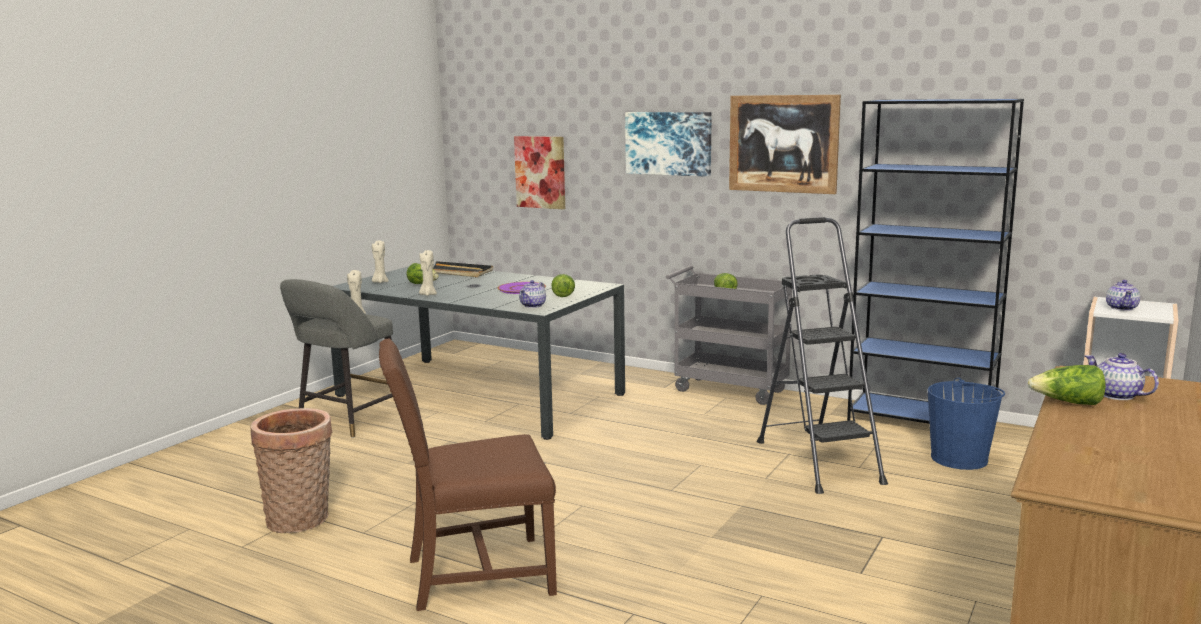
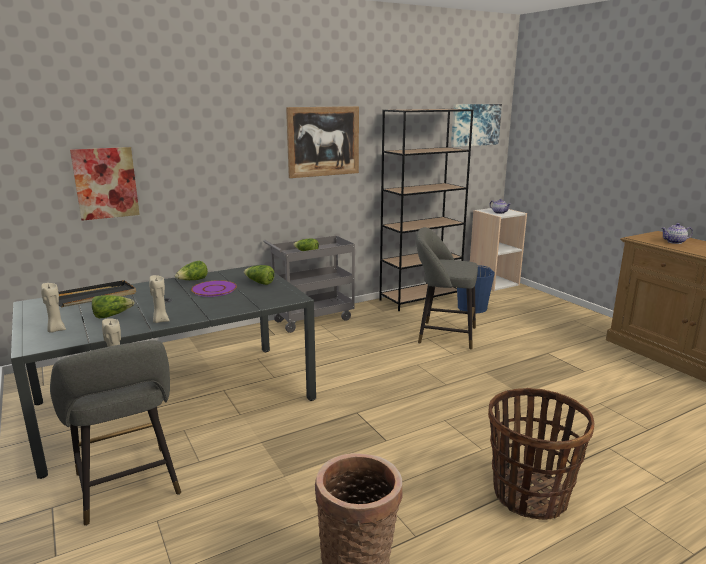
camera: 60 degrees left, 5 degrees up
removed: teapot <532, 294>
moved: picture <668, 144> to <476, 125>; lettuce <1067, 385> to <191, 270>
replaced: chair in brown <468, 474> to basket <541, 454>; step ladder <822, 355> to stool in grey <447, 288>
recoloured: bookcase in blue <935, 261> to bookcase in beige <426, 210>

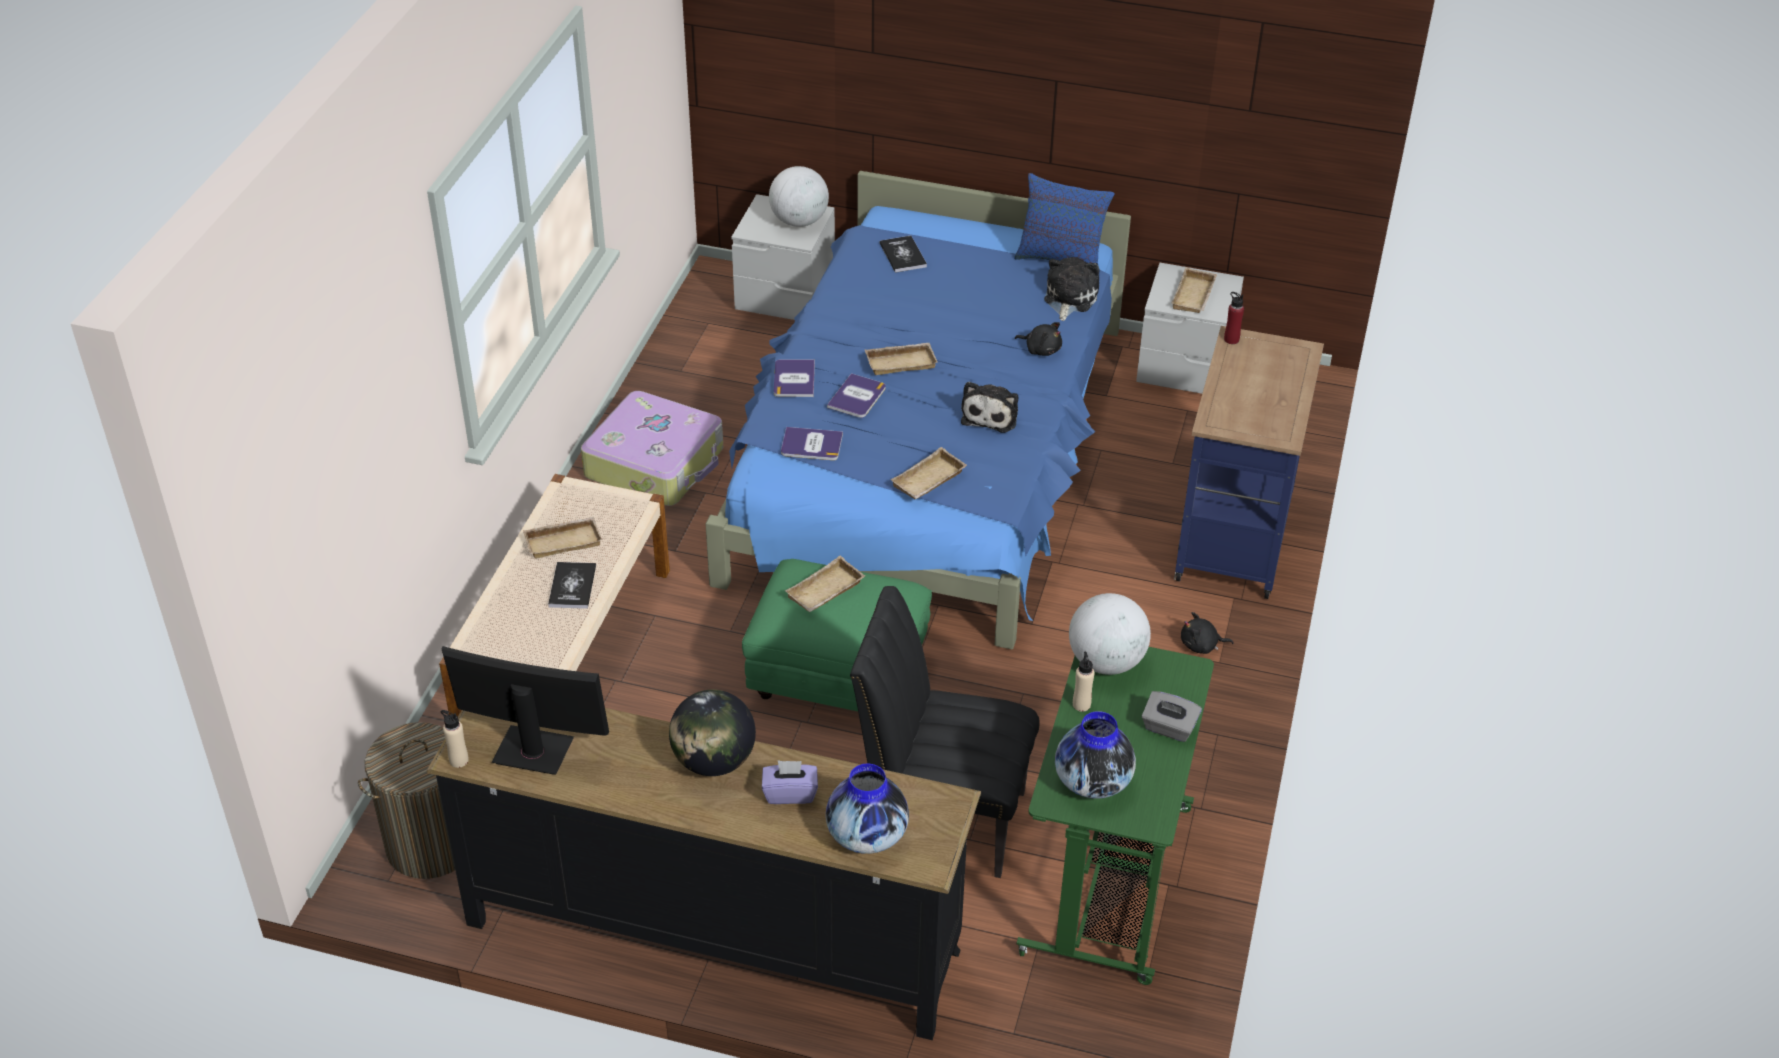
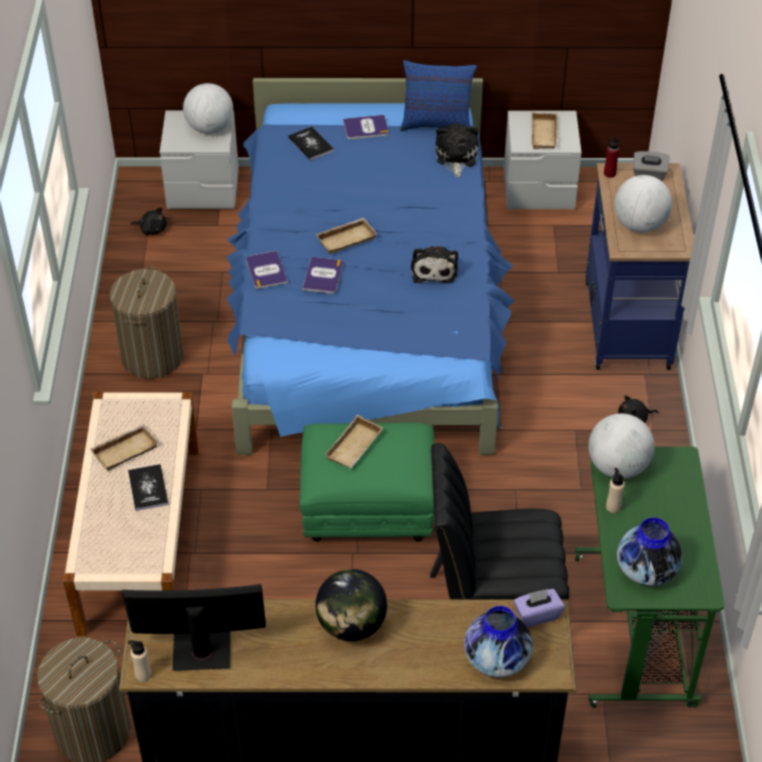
camera: 15 degrees left, 5 degrees up
removed: tray in beige <928, 473>
added: globe <643, 204>
moved: tissue box in purple <790, 782> to <539, 608>; book <812, 443> to <366, 127>; plush toy in black <1038, 339> to <149, 221>; tissue box in grey <1172, 716> to <651, 165>
replaced: suitcase <652, 448> to laundry basket <147, 322>

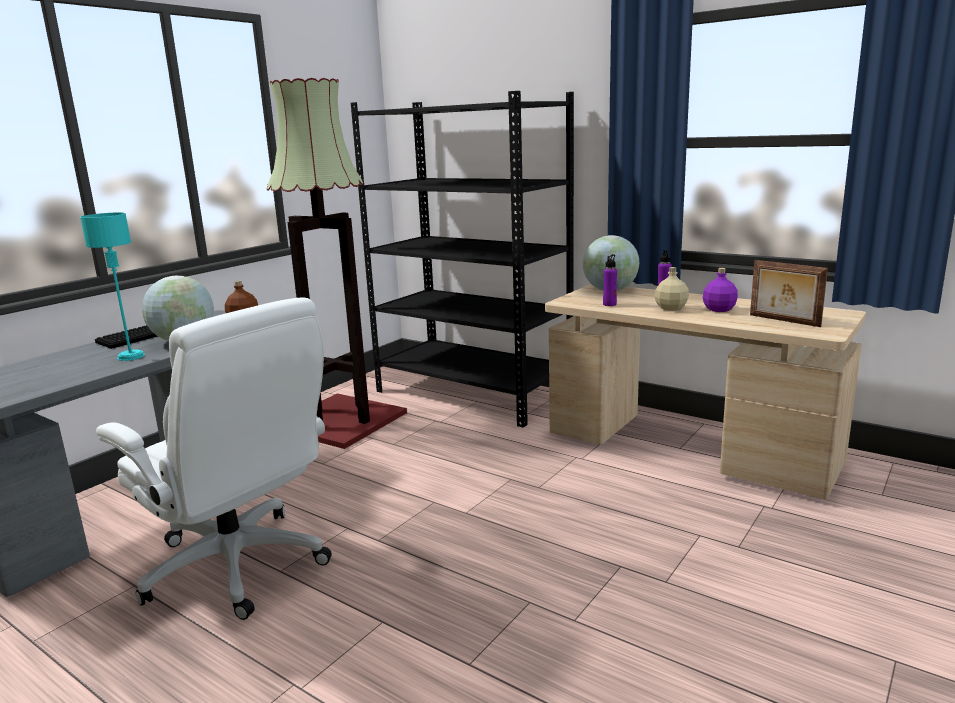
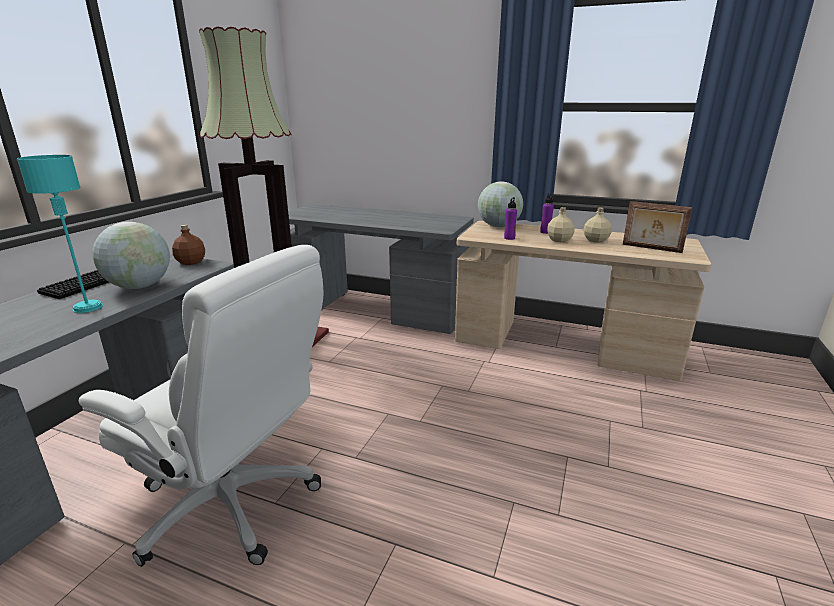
camera: 15 degrees left, 5 degrees up
replaced: bookcase in black <462, 259> to desk in grey <381, 269>
recoloured: bottle in purple <720, 290> to bottle in beige <597, 225>

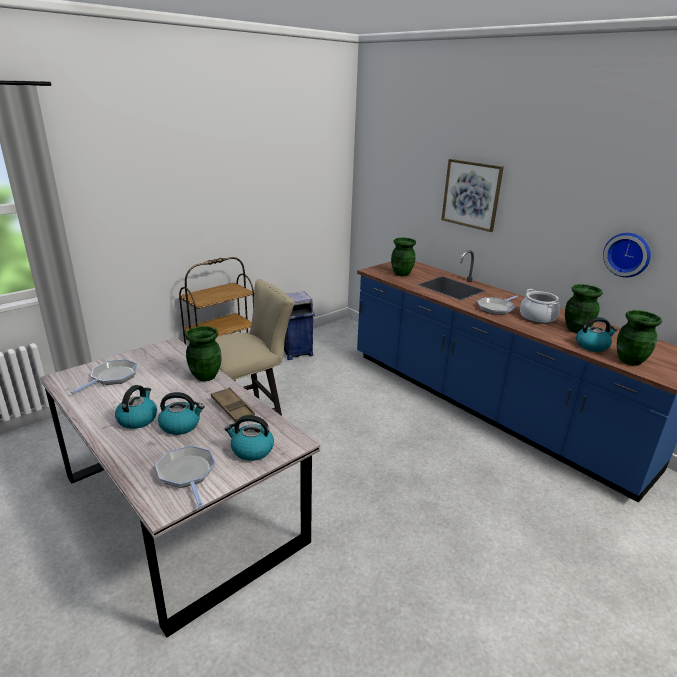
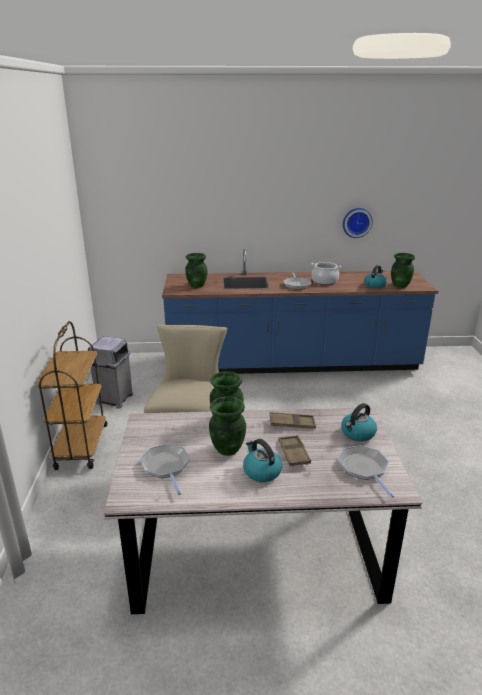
camera: 50 degrees left, 0 degrees up
removed: picture <472, 195>
moved: vase in green <584, 308> to <227, 426>
replaced: kettle <181, 413> to tray in brown <294, 450>
recoloured: trash can in blue <299, 326> to trash can in grey <110, 372>
turned: frying pan <186, 477> = <366, 471> 60 degrees clockwise

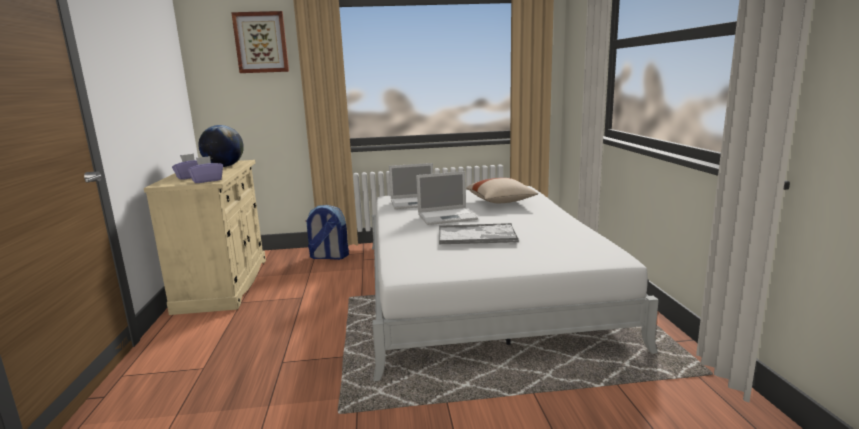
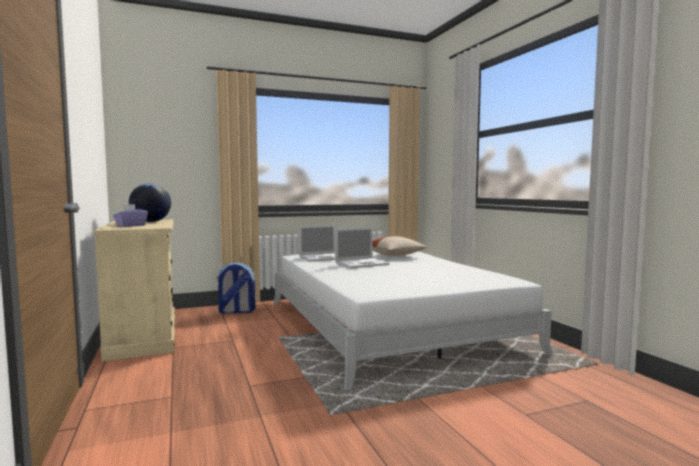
camera: 15 degrees left, 10 degrees down
removed: tissue box in purple <205, 169>; picture <260, 42>; tray <479, 234>

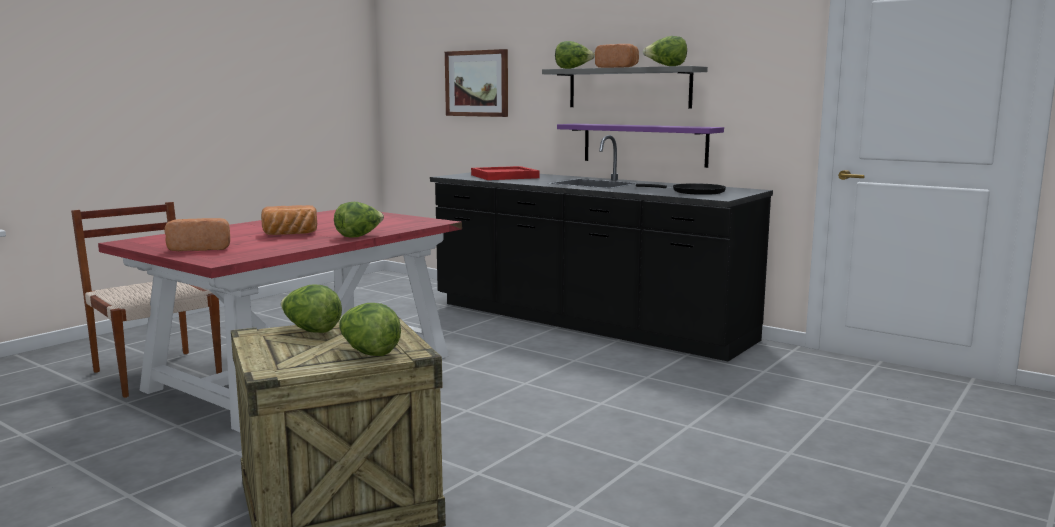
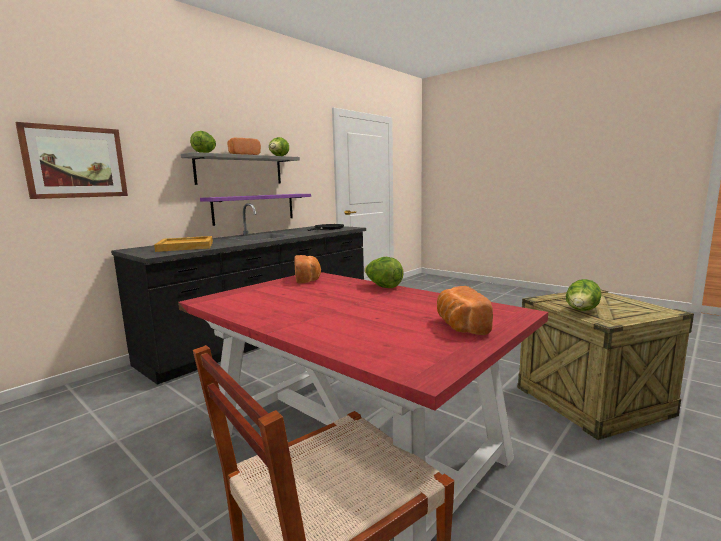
camera: 85 degrees left, 0 degrees up
removed: lettuce <370, 329>
moved: bread <289, 220> to <307, 269>
recoloured: tray in red <505, 173> to tray in beige <183, 244>

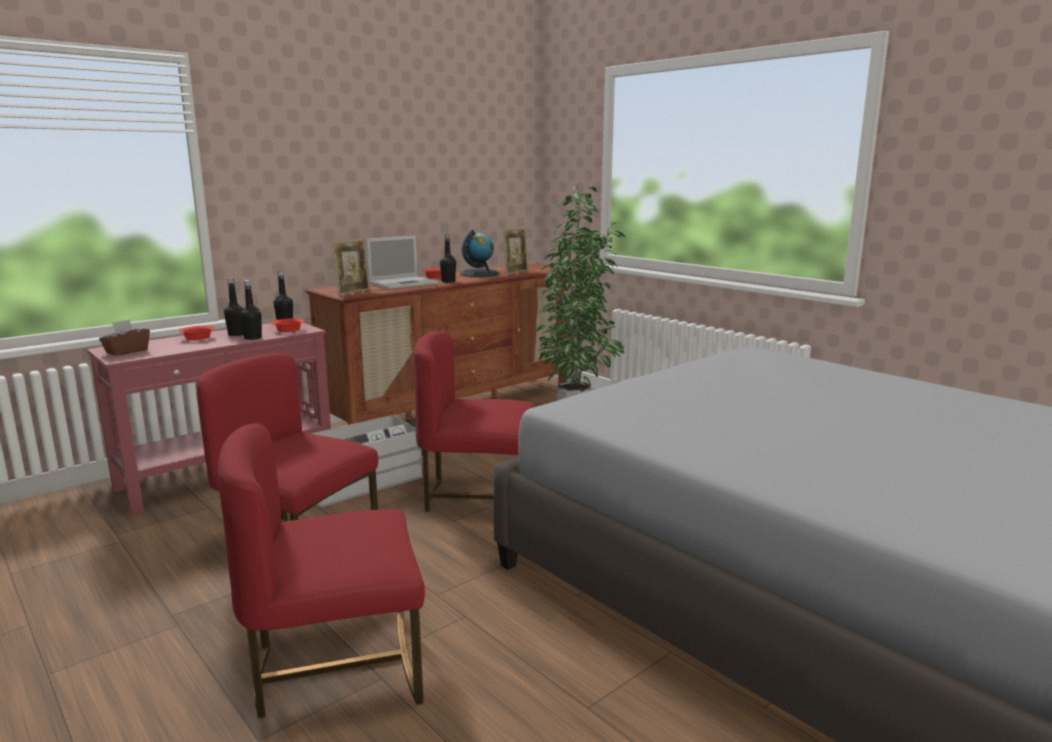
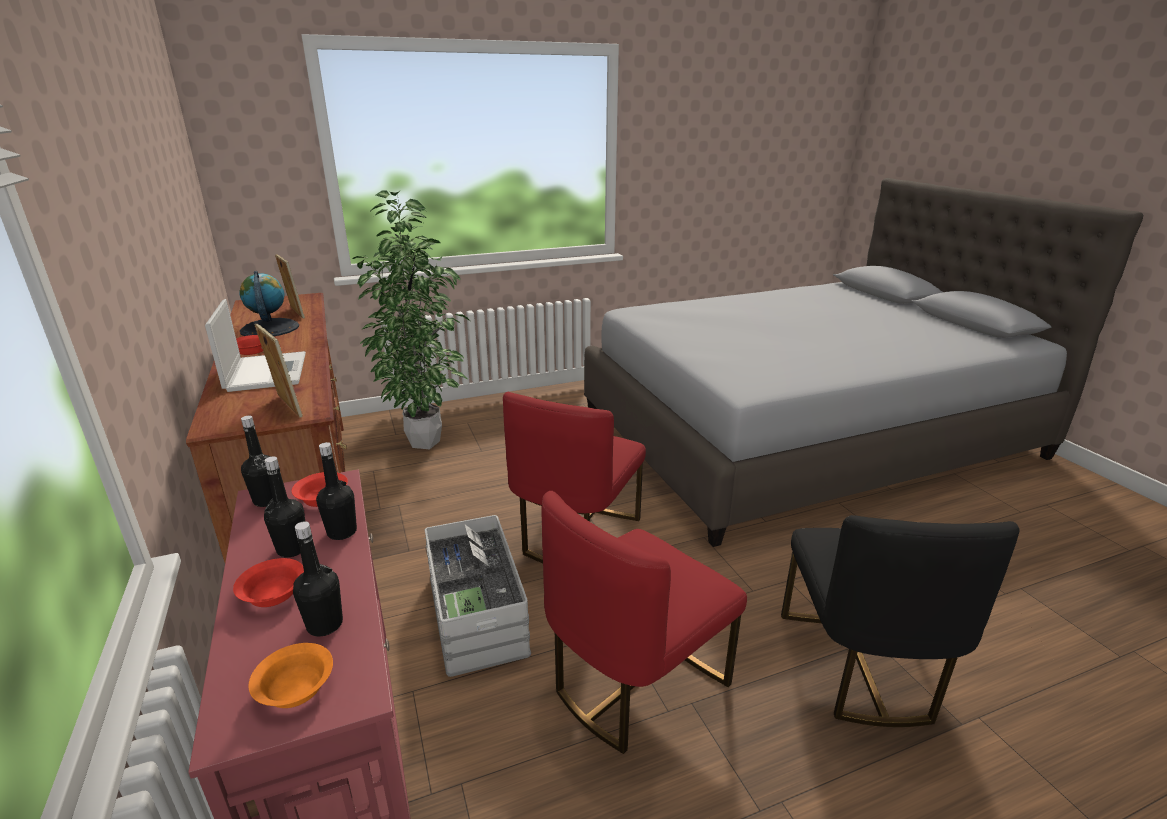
camera: 70 degrees left, 10 degrees up
moved: bottle in black <448, 258> to <318, 579>
replaced: tissue box in brown <124, 337> to bowl in orange <291, 675>
recoloured: chair in red <321, 571> to chair in black <900, 621>

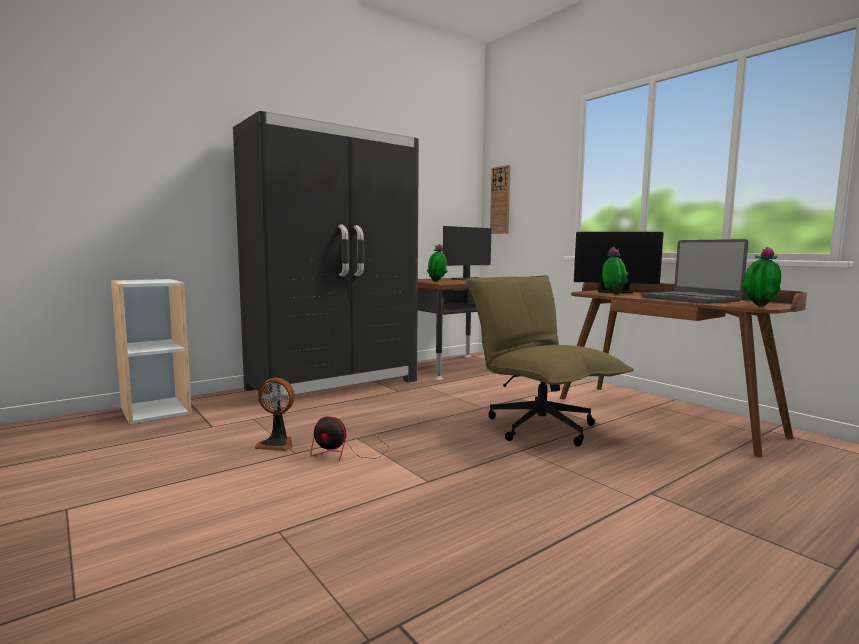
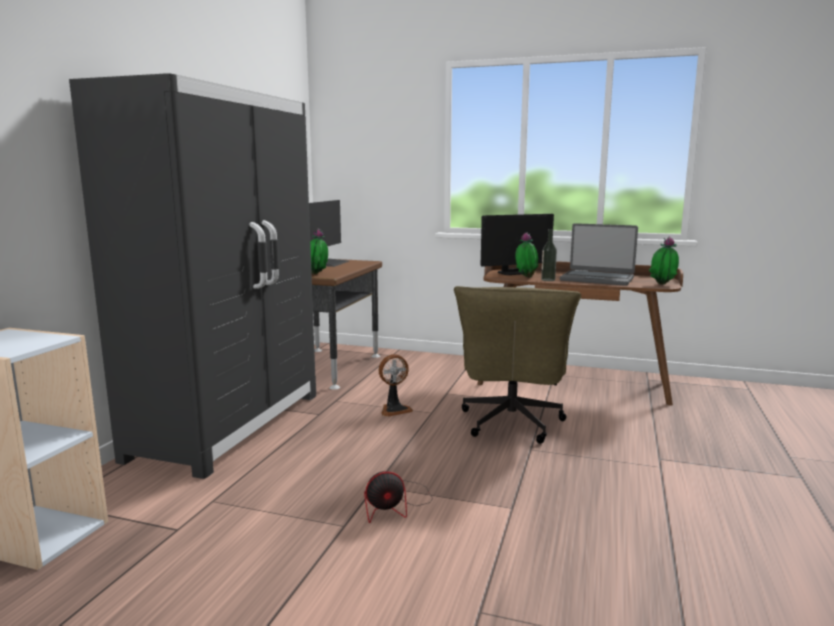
camera: 35 degrees left, 5 degrees up
removed: wall clock <500, 199>
added: bottle <549, 255>
moved: fan <274, 414> to <396, 385>
turned: office chair in beige <550, 360> = <517, 365> 105 degrees counterclockwise

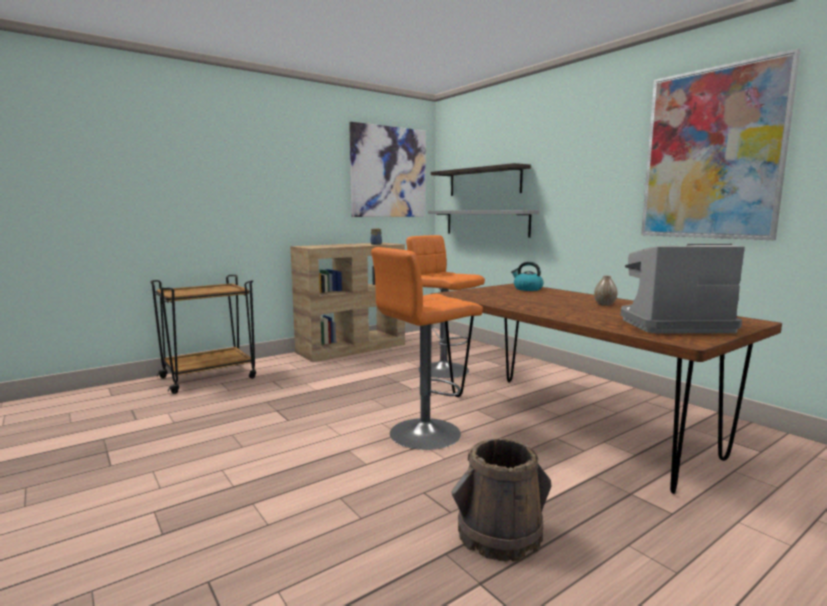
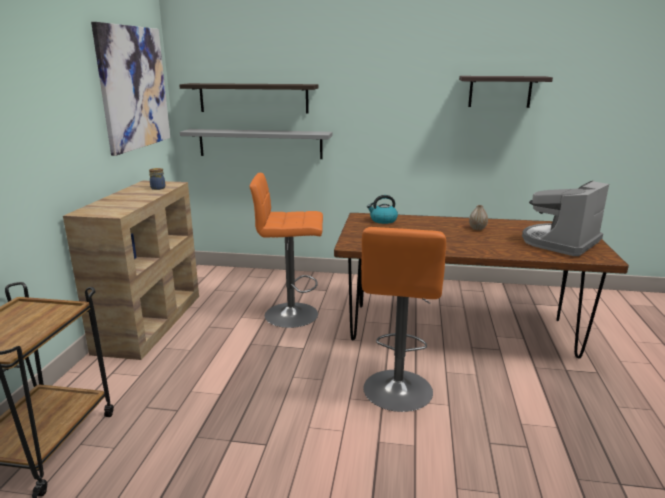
camera: 45 degrees left, 10 degrees up
removed: bucket in brown <501, 500>
replaced: picture <721, 144> to shelf <506, 92>

